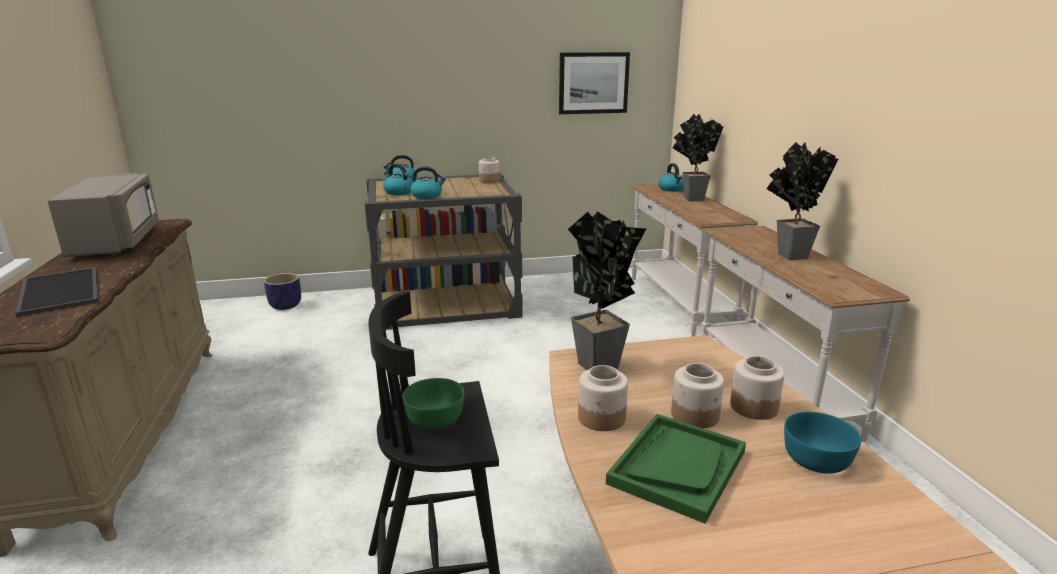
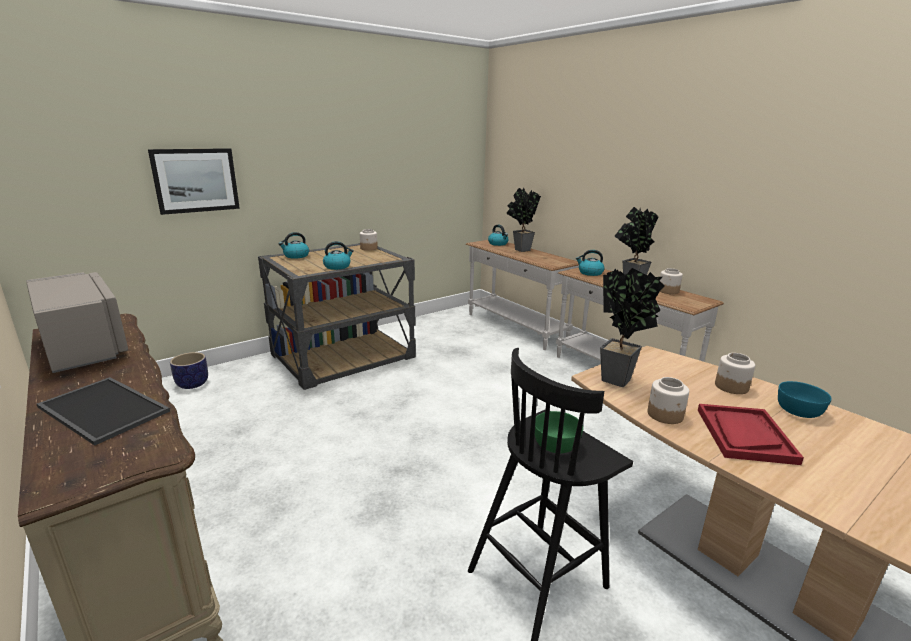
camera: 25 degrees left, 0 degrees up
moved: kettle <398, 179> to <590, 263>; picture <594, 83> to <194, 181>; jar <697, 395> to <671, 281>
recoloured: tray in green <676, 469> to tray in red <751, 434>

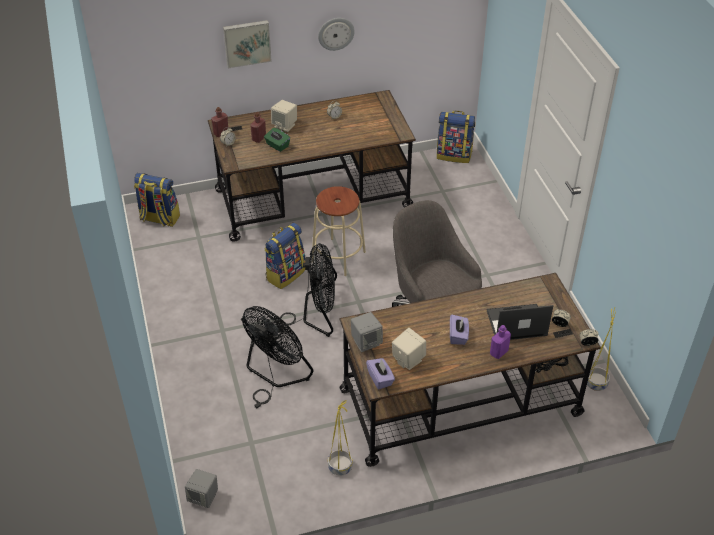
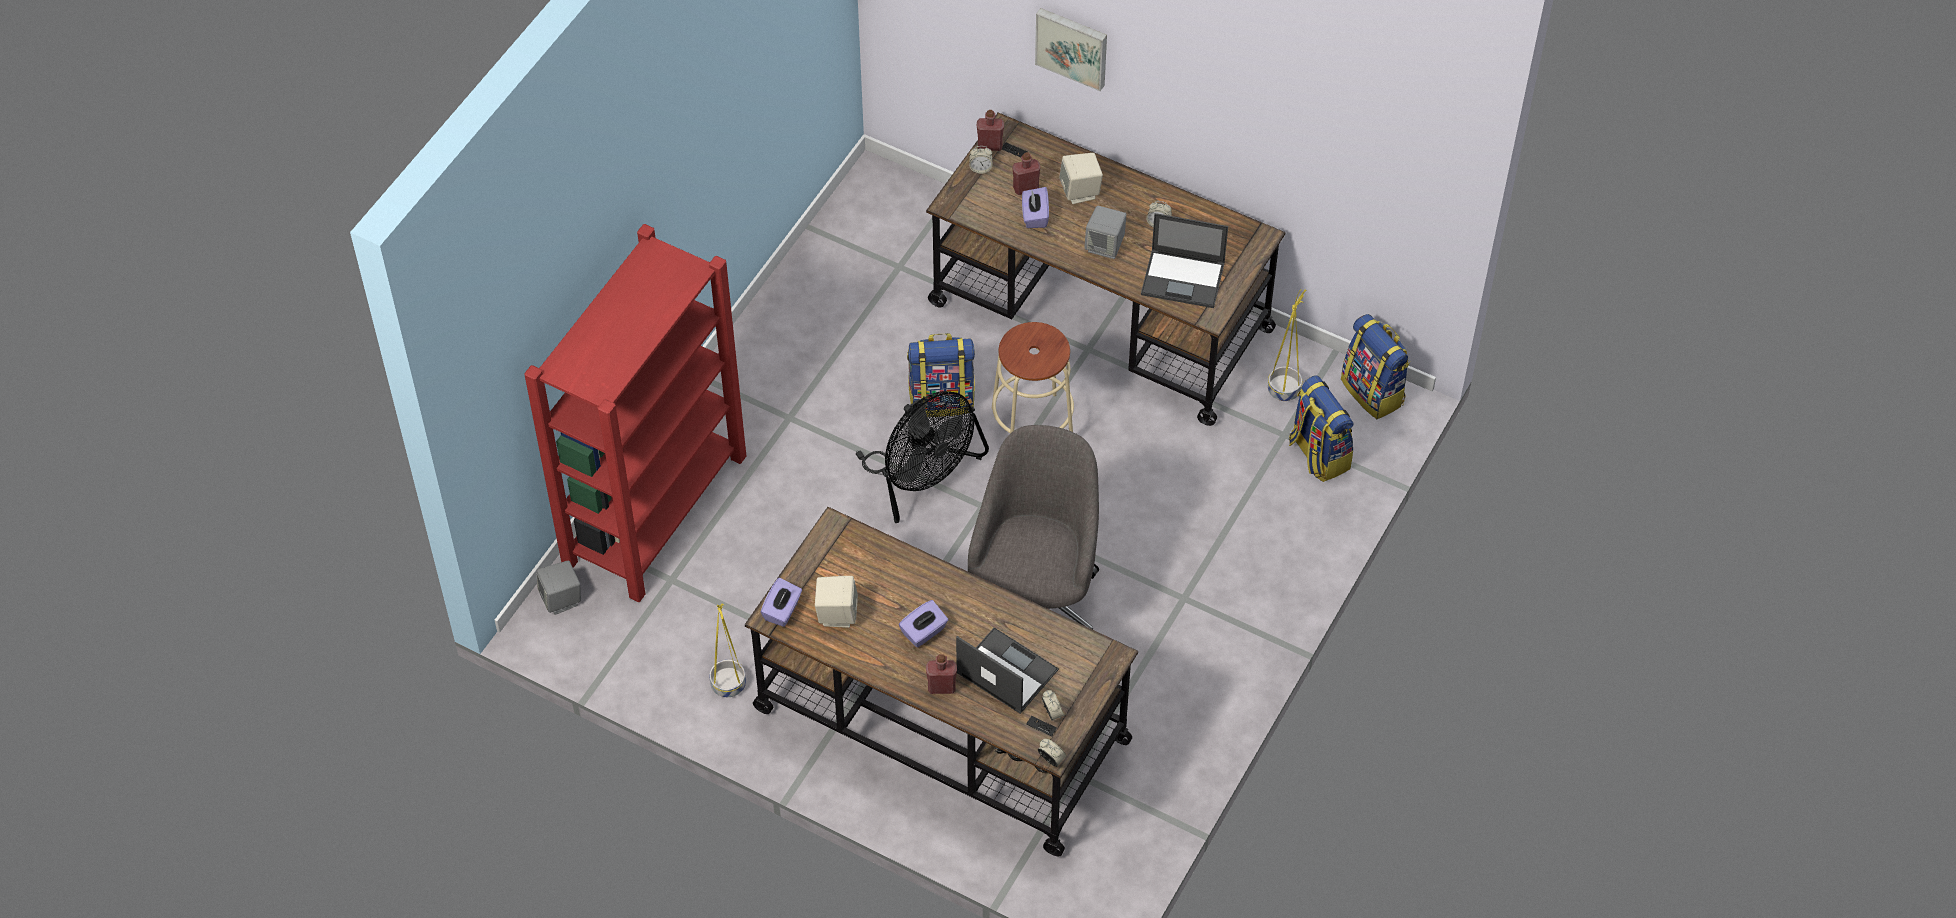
camera: 45 degrees right, 10 degrees up
removed: fan in black <277, 357>; wall clock <336, 34>
added: bookcase in red <635, 413>; laptop <1184, 260>
moved: backpack <157, 200> to <1321, 428>; speaker in grey <367, 332> to <1105, 232>; planter in yellow <601, 349> to <1287, 345>
recoloured: tissue box in green <277, 140> to tissue box in purple <1035, 207>; bottle in purple <500, 342> to bottle in red <941, 674>

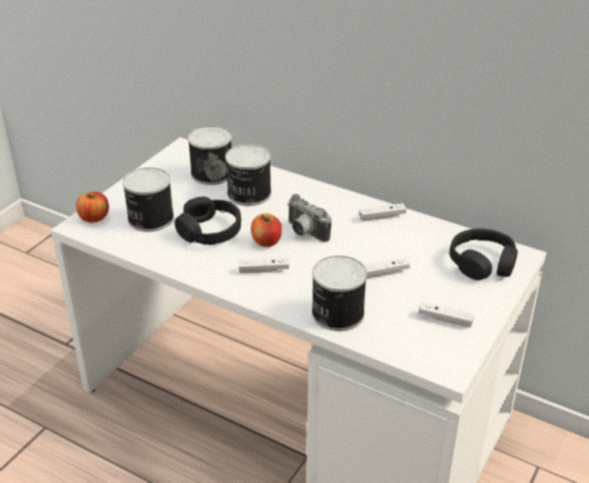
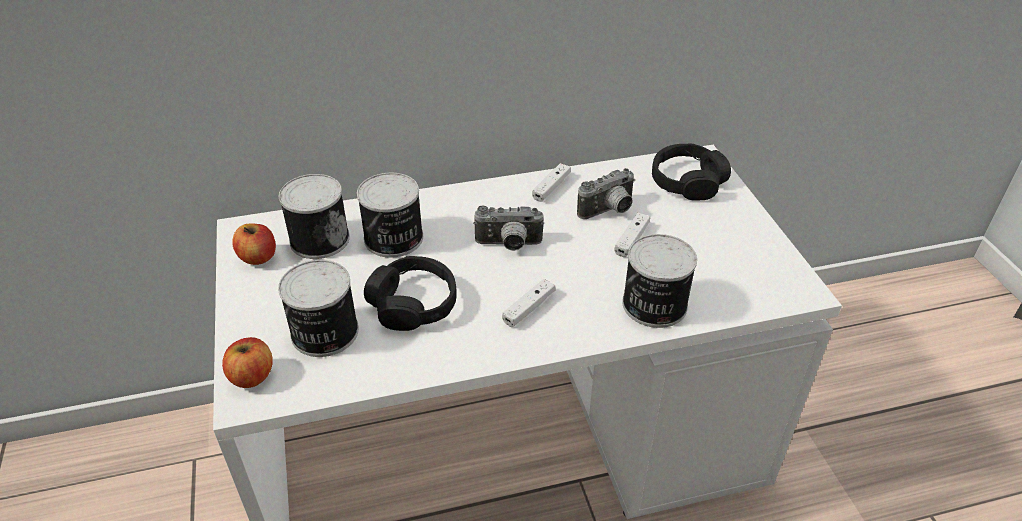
camera: 45 degrees left, 5 degrees up
removed: game controller in white <446, 314>
added: photo camera <606, 193>
moved: apple <266, 230> to <254, 244>

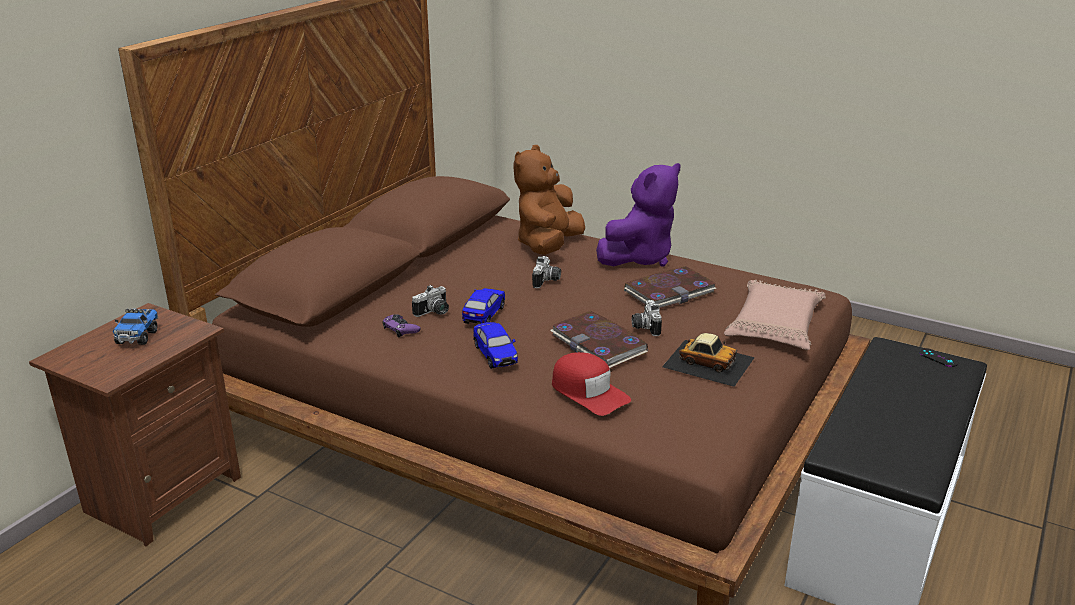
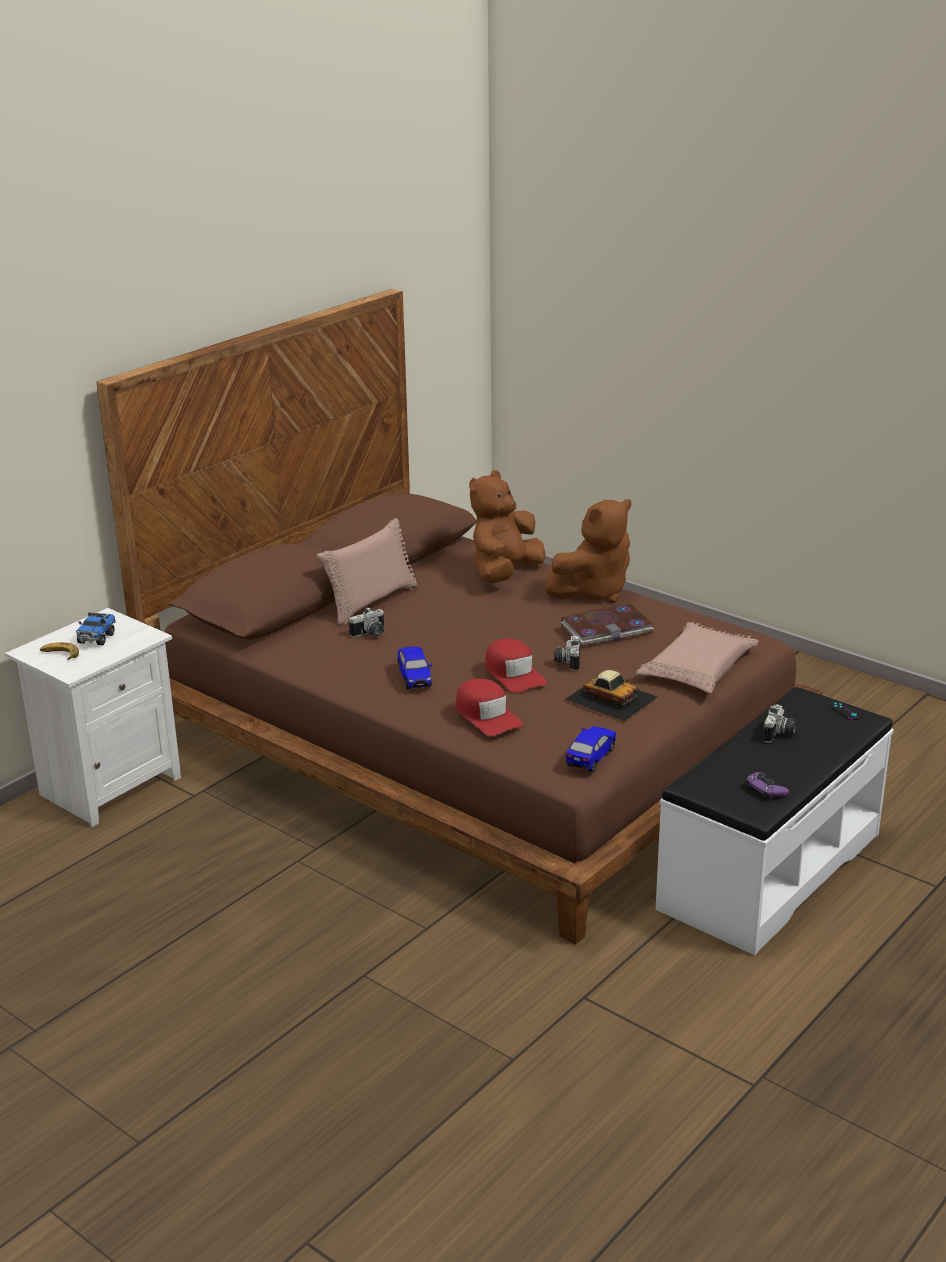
camera: 10 degrees right, 0 degrees up
added: banana <59, 651>; pillow in beige <367, 571>
moved: game controller in purple <401, 326> to <767, 786>; toy car <483, 306> to <591, 749>; photo camera <546, 272> to <779, 723>
replaced: book <599, 339> to cap in red <516, 666>
recoloured: nightstand in brown <135, 424> to nightstand in white <93, 717>; plush toy in purple <638, 215> to plush toy in brown <588, 551>

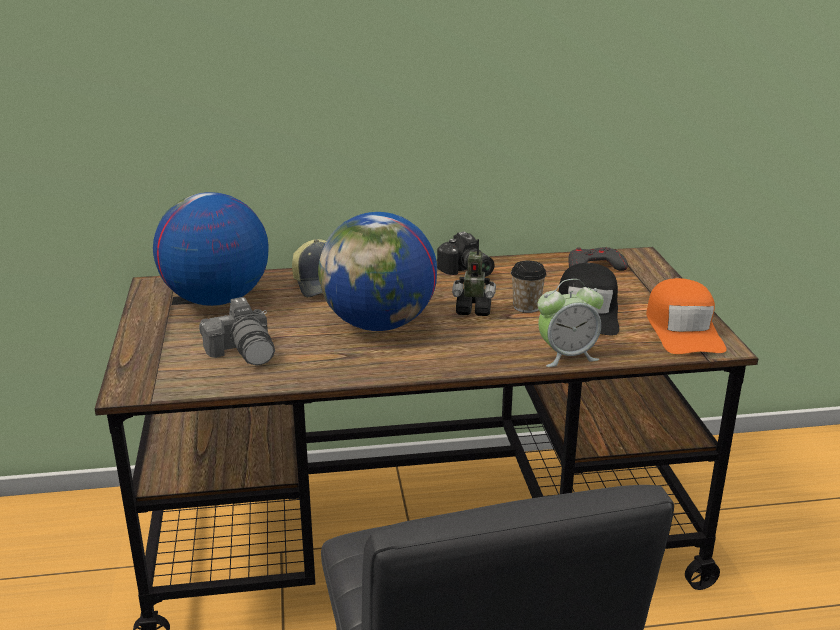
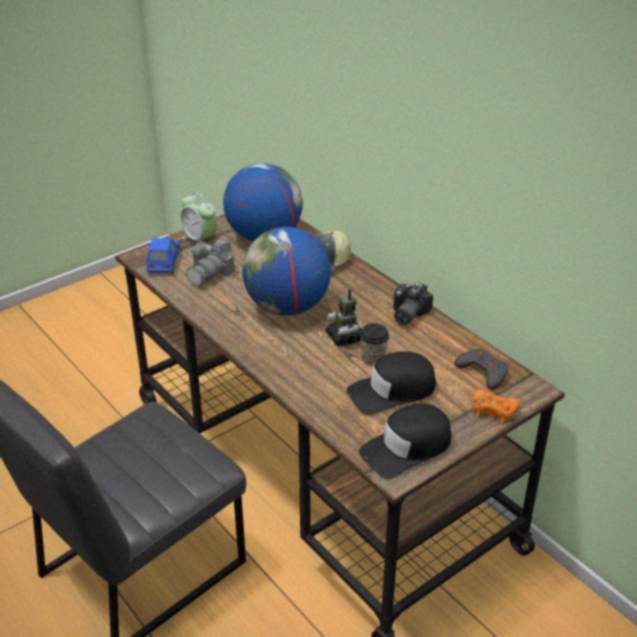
camera: 60 degrees right, 10 degrees up
added: toy car in blue <163, 255>; game controller in orange <496, 406>
moved: alarm clock <570, 323> to <199, 217>
recoloured: cap in orange <686, 316> to cap in black <405, 441>

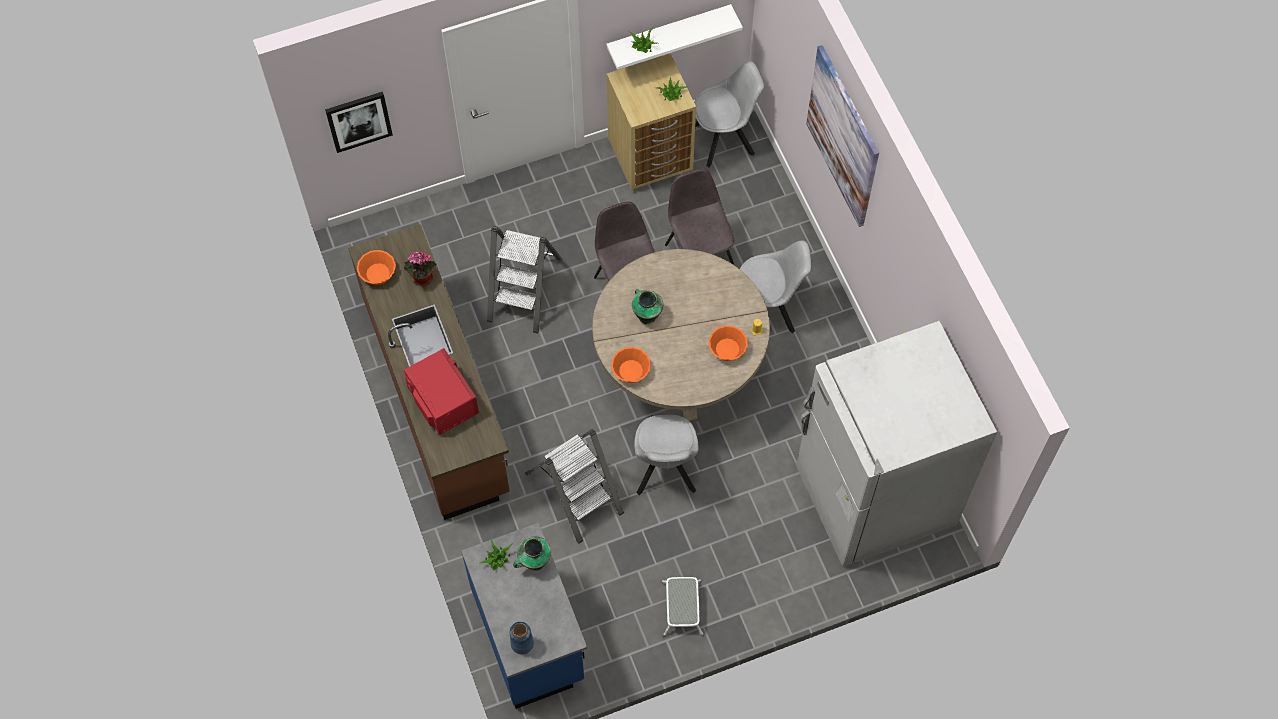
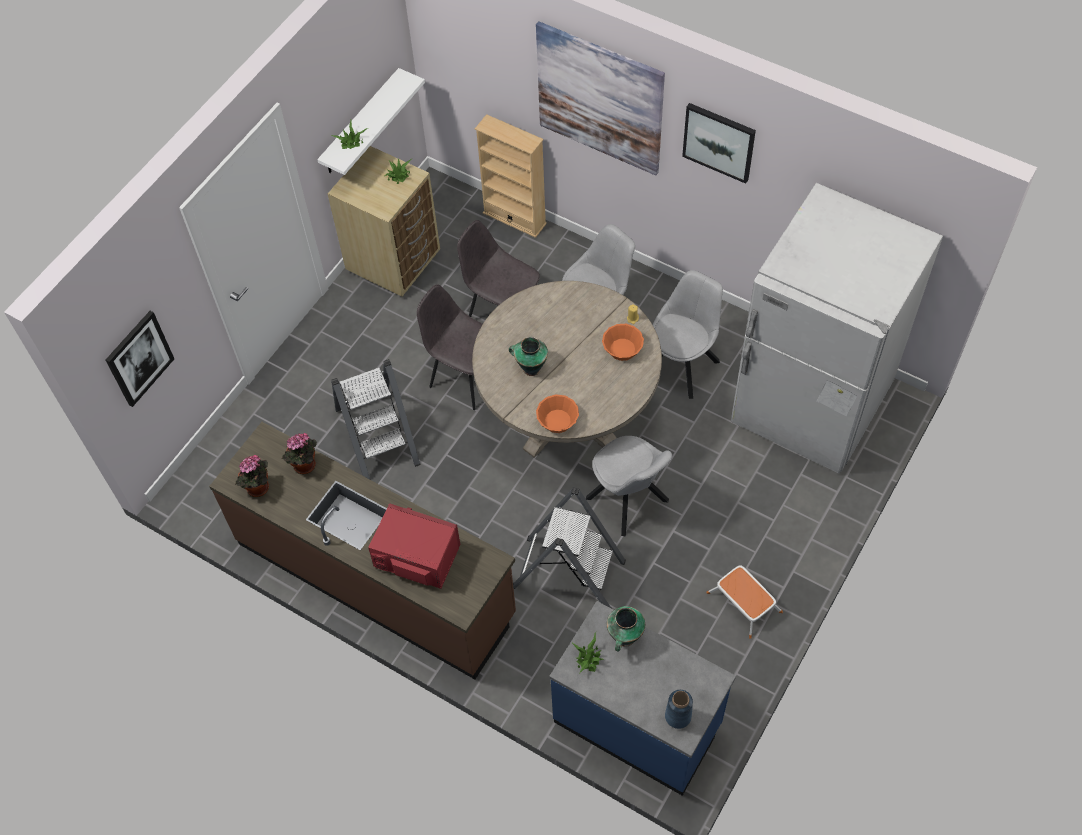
camera: 35 degrees left, 5 degrees down
added: bookcase in beige <511, 176>; picture <719, 143>
moved: chair in grey <729, 114> to <688, 334>
replaced: bowl in orange <376, 267> to potted plant <252, 476>
recoloured: step ladder in grey <682, 607> to step ladder in orange <744, 602>

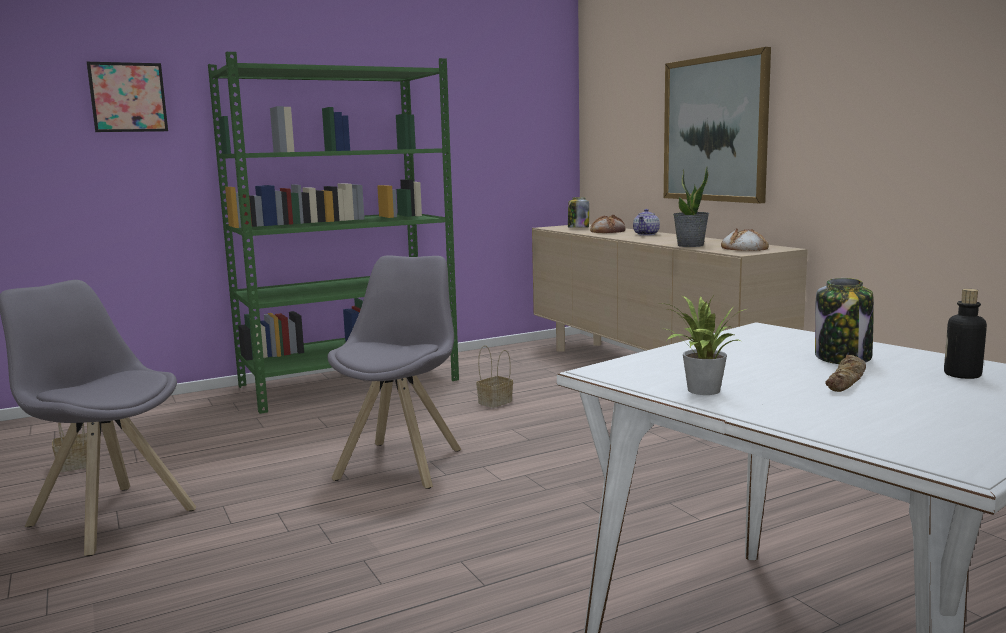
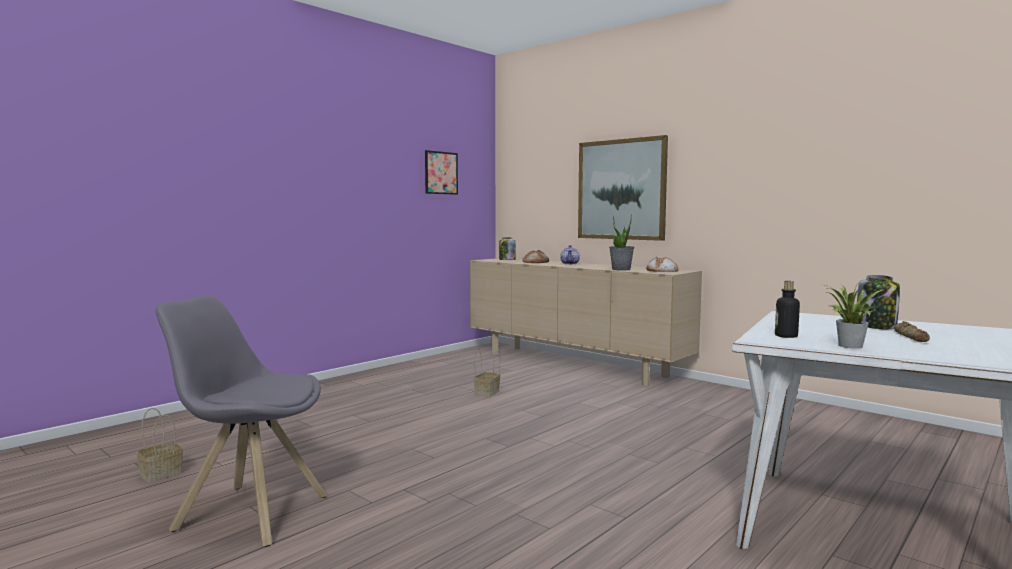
camera: 20 degrees left, 5 degrees down
removed: bookcase in green <333, 233>; chair in grey <394, 372>
moved: picture <127, 97> to <441, 172>; bottle <965, 334> to <787, 309>

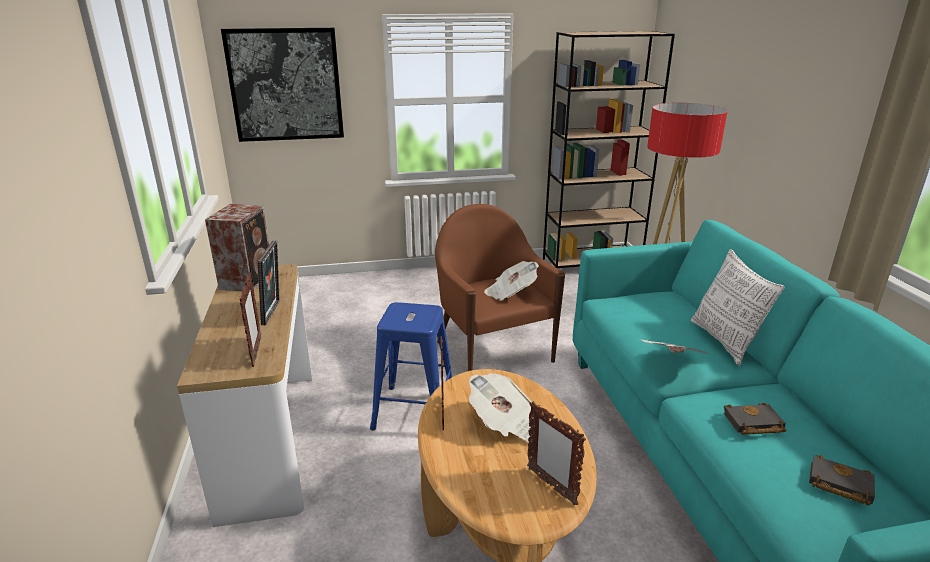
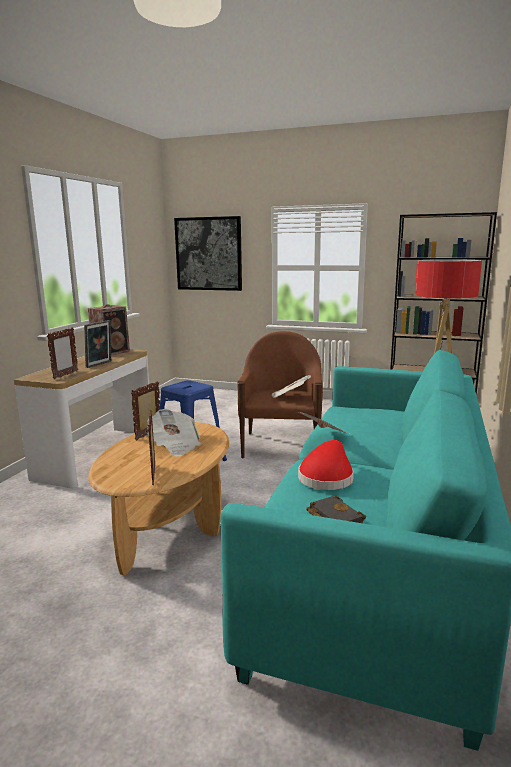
camera: 30 degrees right, 10 degrees down
removed: pillow <738, 307>
replaced: book in black <755, 419> to hat in red <326, 465>

